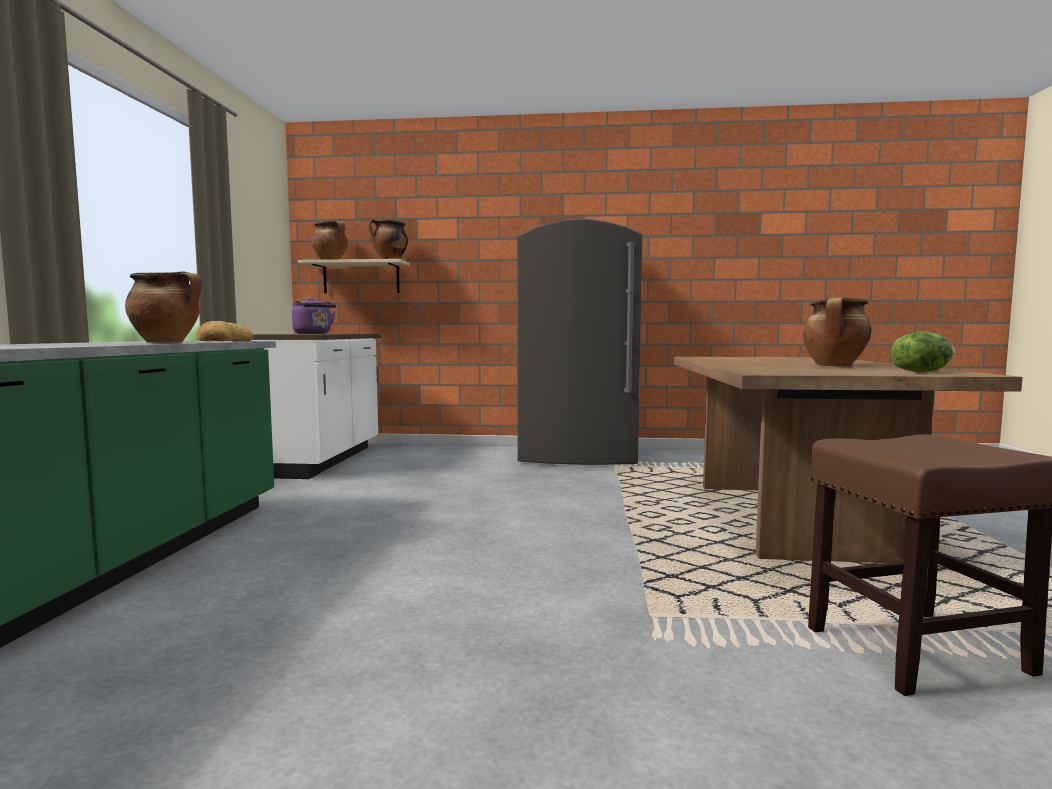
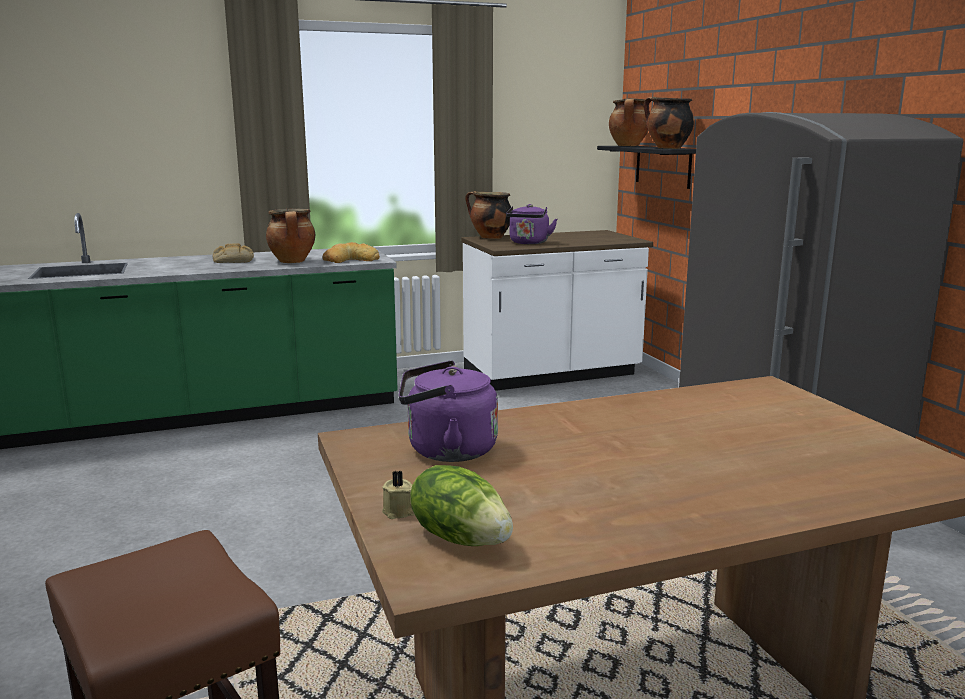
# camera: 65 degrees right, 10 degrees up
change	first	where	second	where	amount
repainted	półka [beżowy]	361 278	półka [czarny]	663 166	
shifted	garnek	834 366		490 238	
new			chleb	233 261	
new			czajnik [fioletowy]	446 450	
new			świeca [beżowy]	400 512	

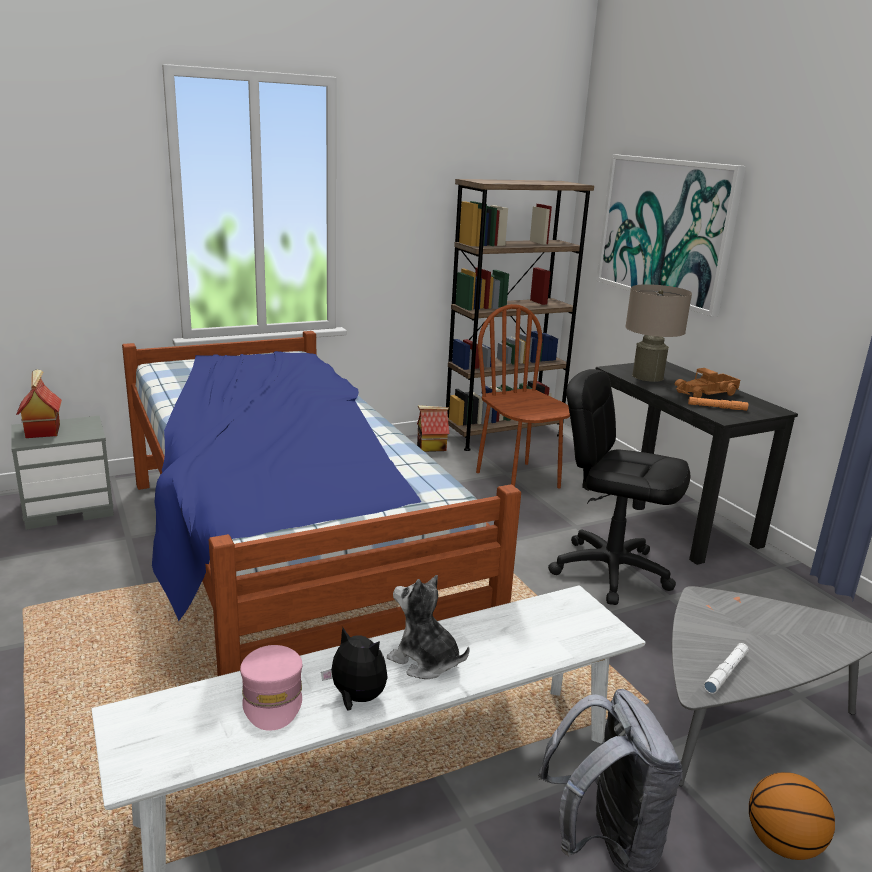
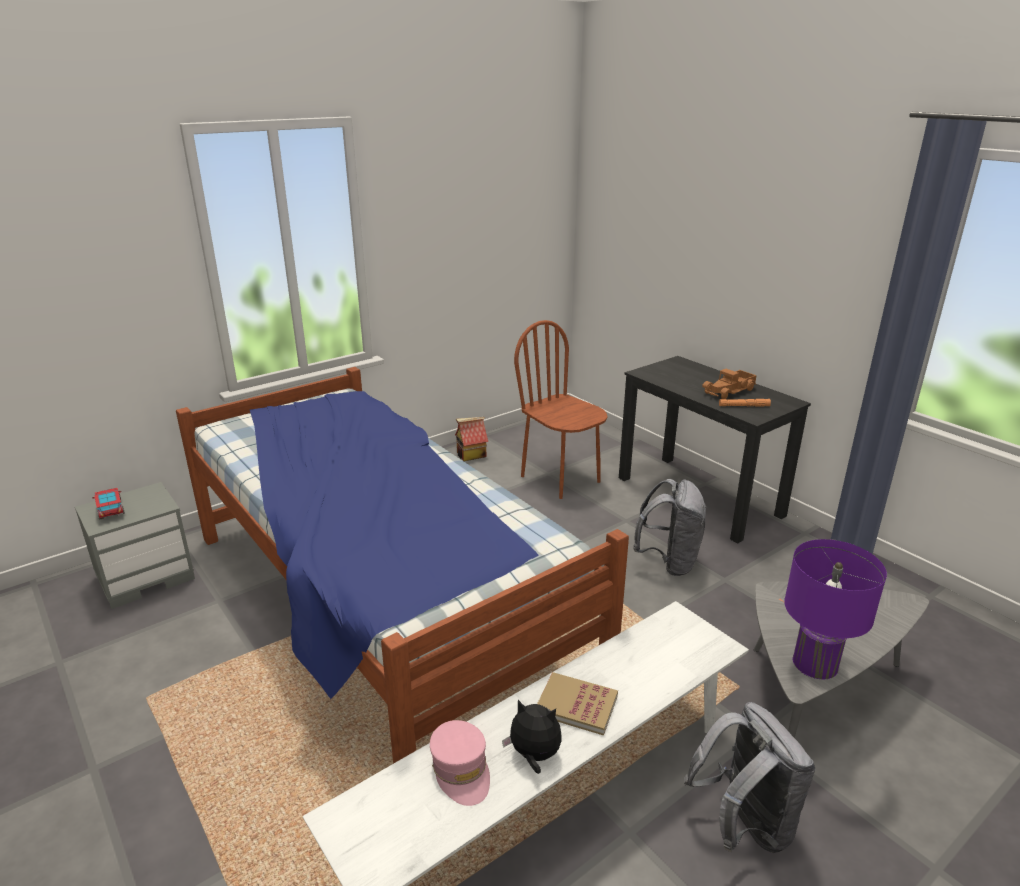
# camera: 10 degrees left, 5 degrees up
change	first	where	second	where	amount
gone	obraz	665 230			
gone	regał [brązowy]	503 434			
gone	lampa stołowa [beżowy]	647 376			
swapped	domek	42 430	samochodzik	110 509	
swapped	krzesło biurowe [czarny]	610 571	plecak [szary]	669 562	
swapped	pluszak	424 661	książka	576 705	
swapped	latarka [biały]	726 672	lampa stołowa [fioletowy]	815 663	
gone	piłka do koszykówki	783 844			

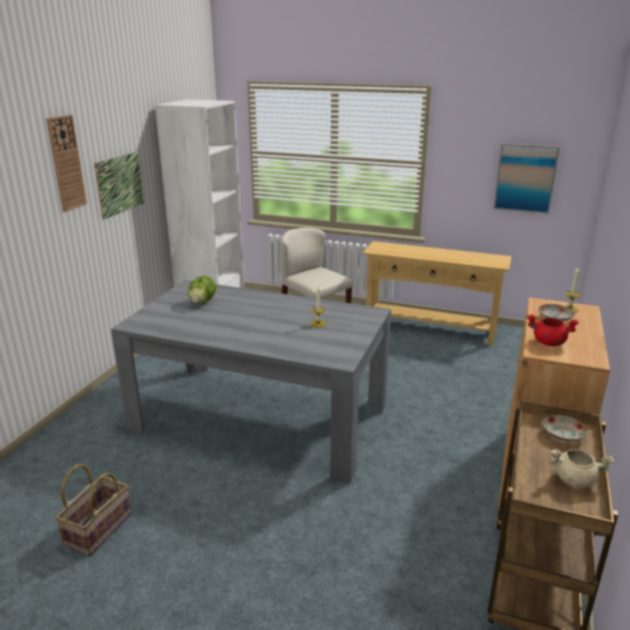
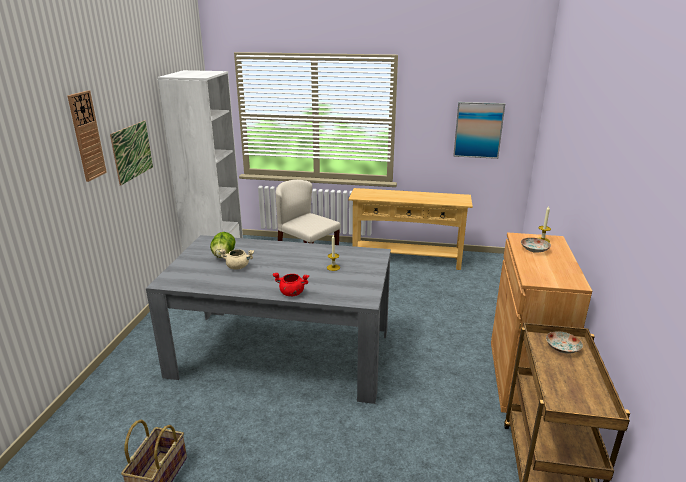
# camera: 10 degrees left, 0 degrees up
change	first	where	second	where	amount
shifted	garnek [czerwony]	548 343		291 293	
shifted	garnek [beżowy]	575 479		238 267	

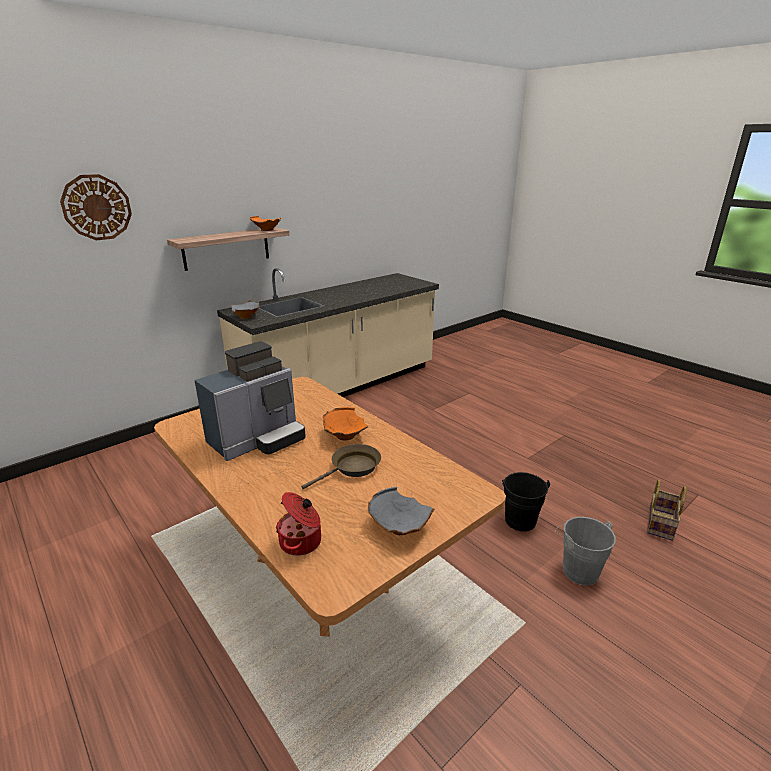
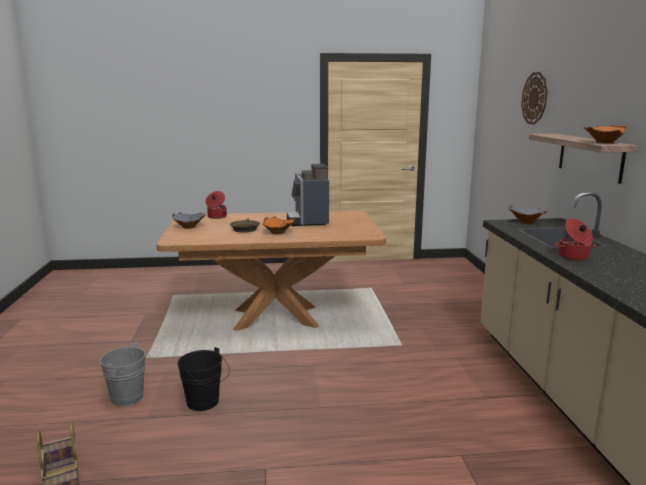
# camera: 125 degrees right, 10 degrees down
change	first	where	second	where	amount
new			garnek	574 257	

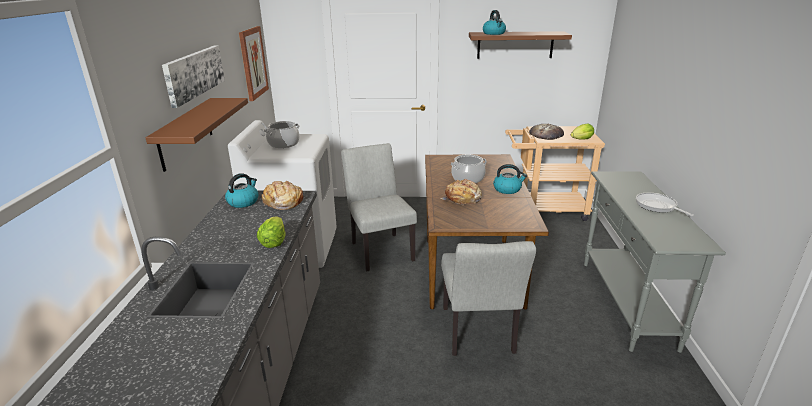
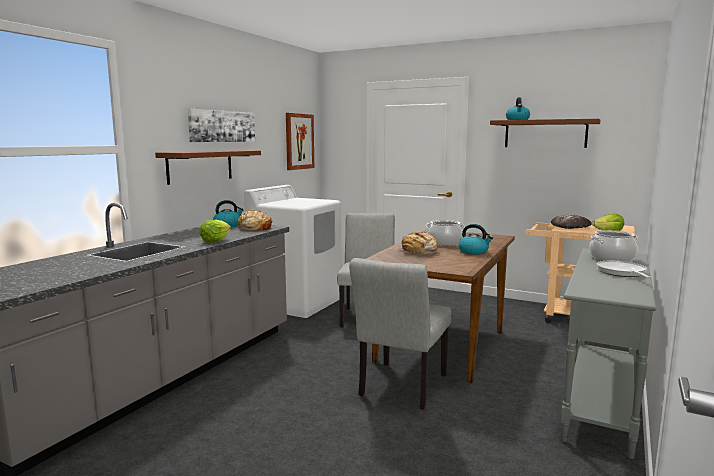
# camera: 25 degrees right, 15 degrees down
change	first	where	second	where	amount
shifted	garnek	283 144		611 258	

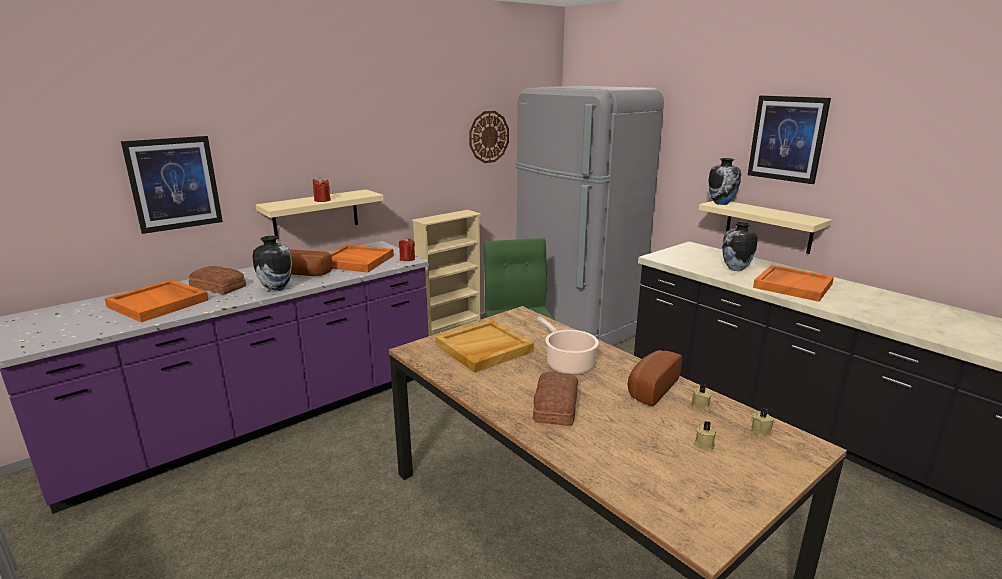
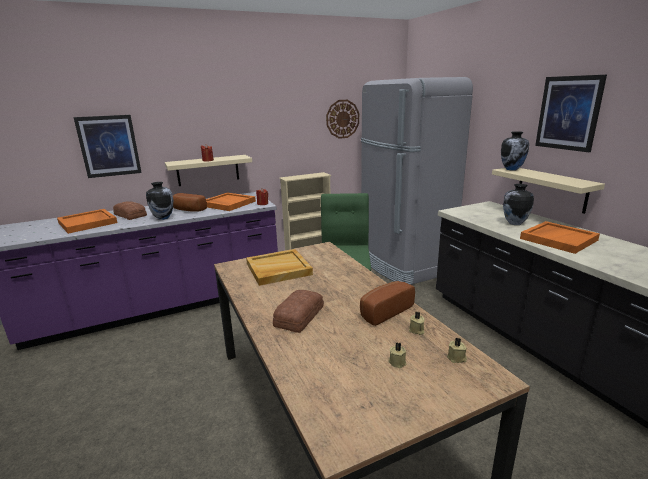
# camera: 15 degrees right, 0 degrees up
change	first	where	second	where	amount
gone	garnek	568 364			

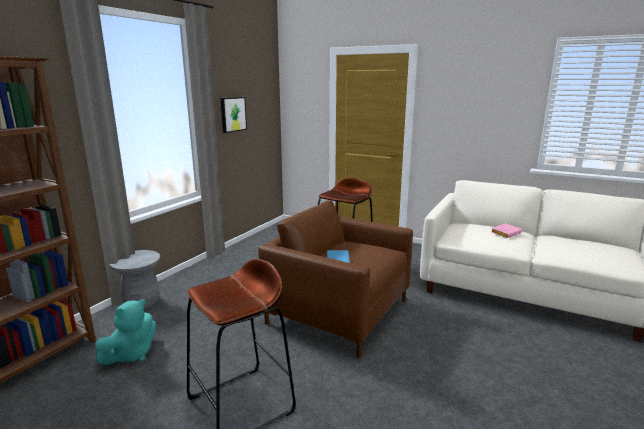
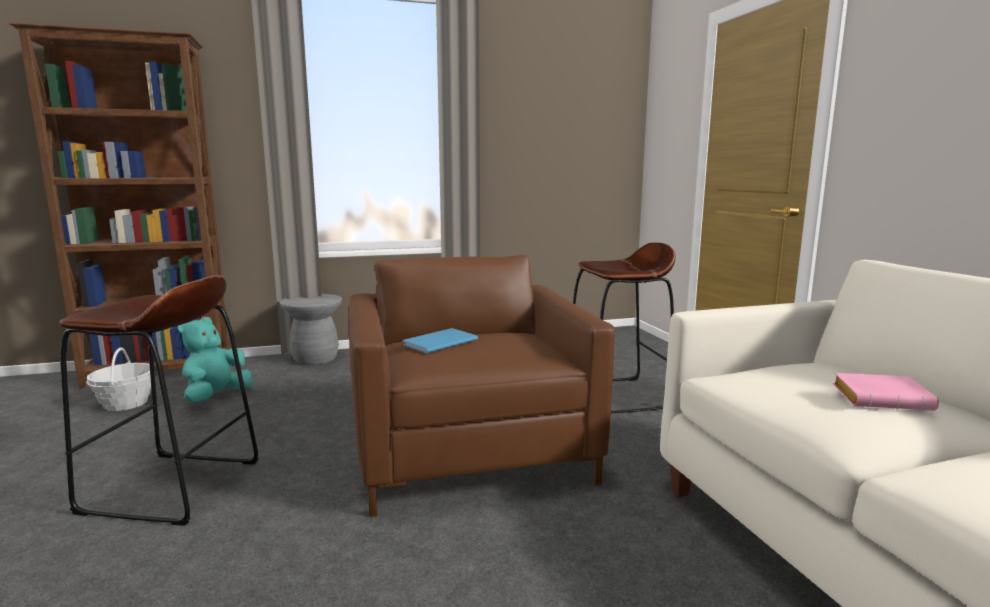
# camera: 45 degrees right, 5 degrees down
change	first	where	second	where	amount
gone	obraz	232 114			
rotated	pluszak [turkusowy]	131 354		216 397	120 degrees clockwise
new			koszyk	126 403	

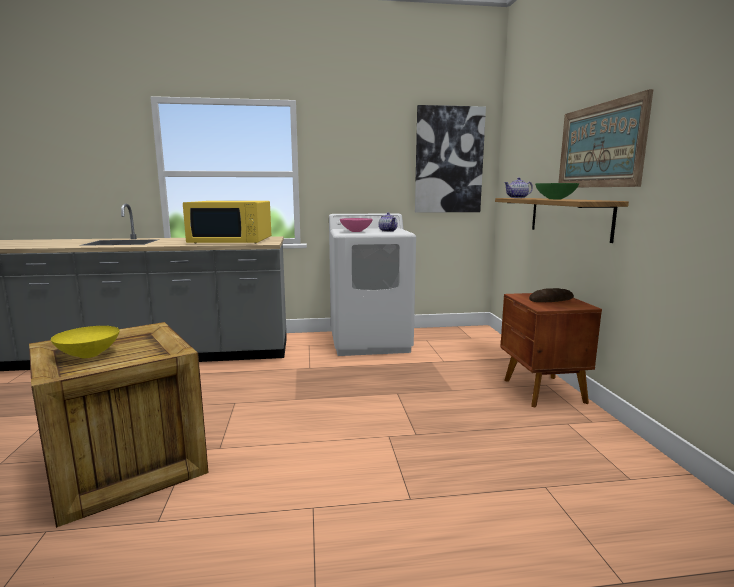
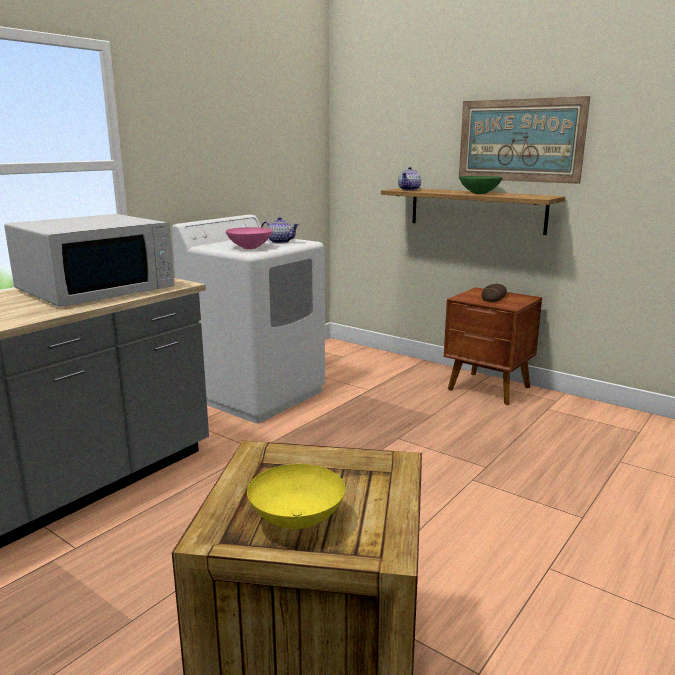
# camera: 45 degrees left, 5 degrees up
change	first	where	second	where	amount
gone	obraz	448 160			
repainted	mikrofalówka [żółty]	232 240	mikrofalówka [biały]	97 289	

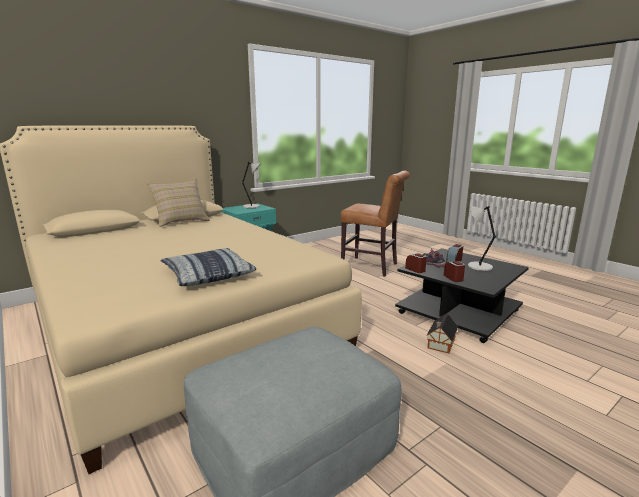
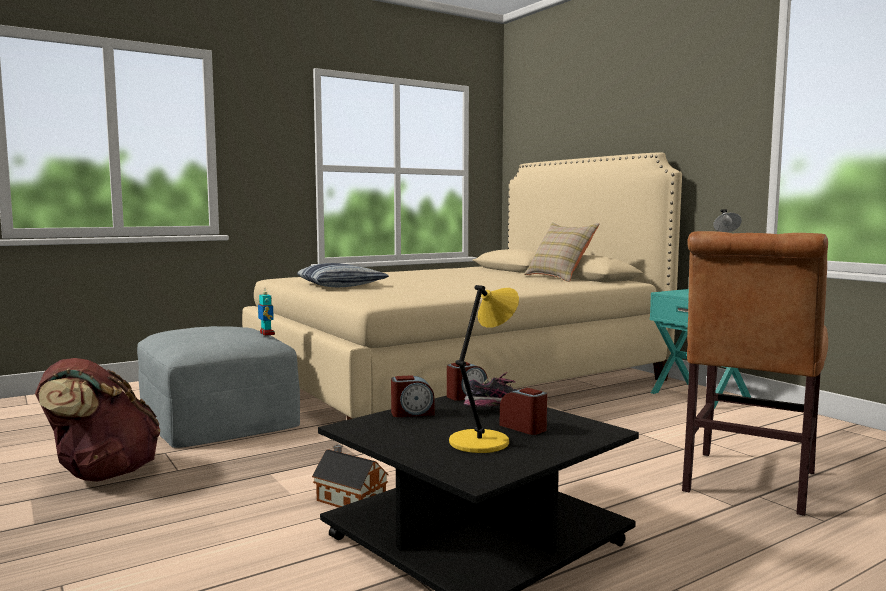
# camera: 95 degrees right, 10 degrees down
change	first	where	second	where	amount
repainted	lampa stołowa [szary]	478 266	lampa stołowa [żółty]	481 441	
new			robot zabawkowy	266 334	
new			plecak [brązowy]	102 474	

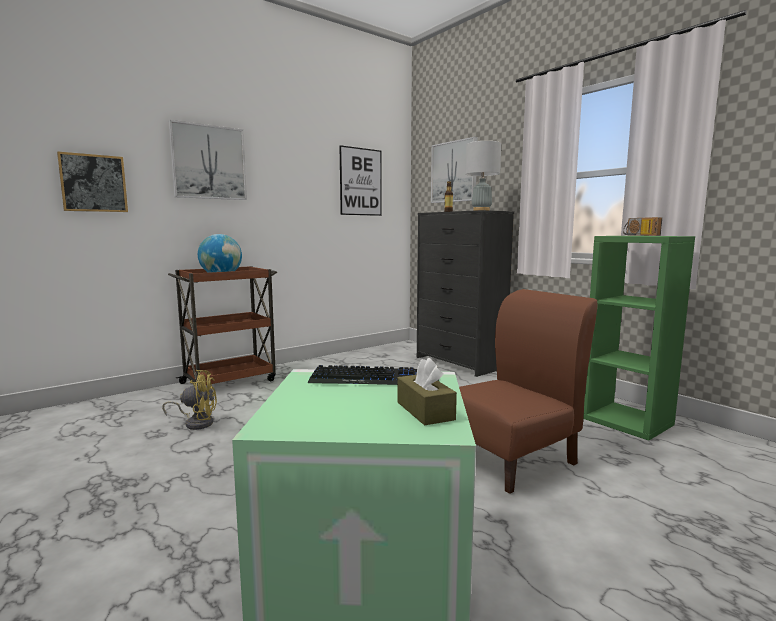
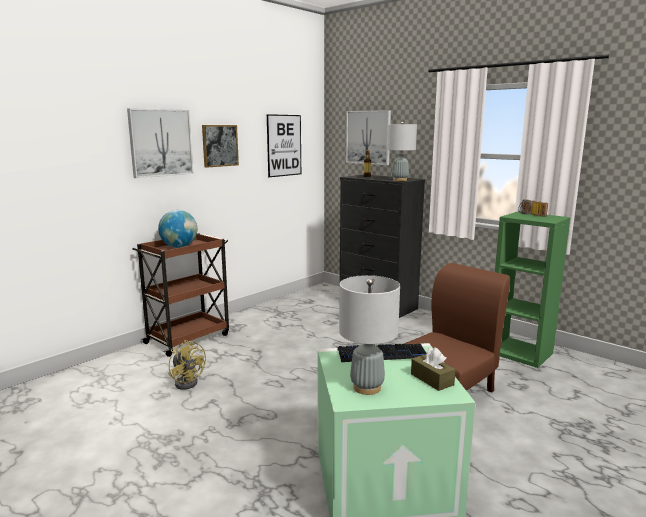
# camera: 10 degrees left, 5 degrees up
change	first	where	second	where	amount
shifted	obraz	93 183		220 145	
rotated	wentylator [żółty]	196 423		188 381	60 degrees clockwise
new			lampa stołowa [szary]	367 388	

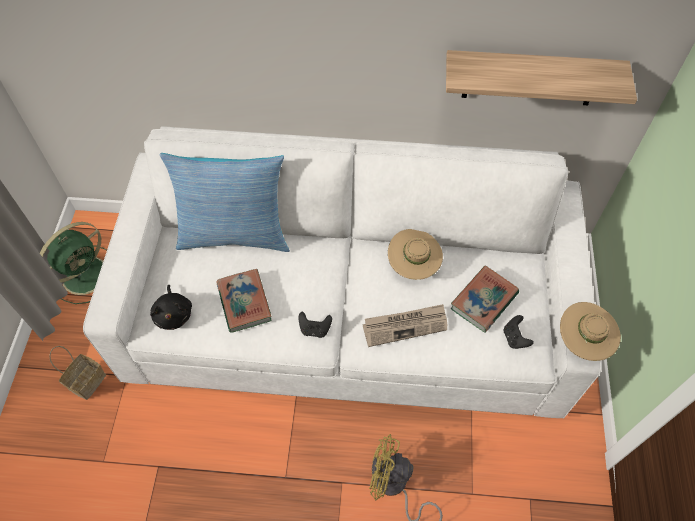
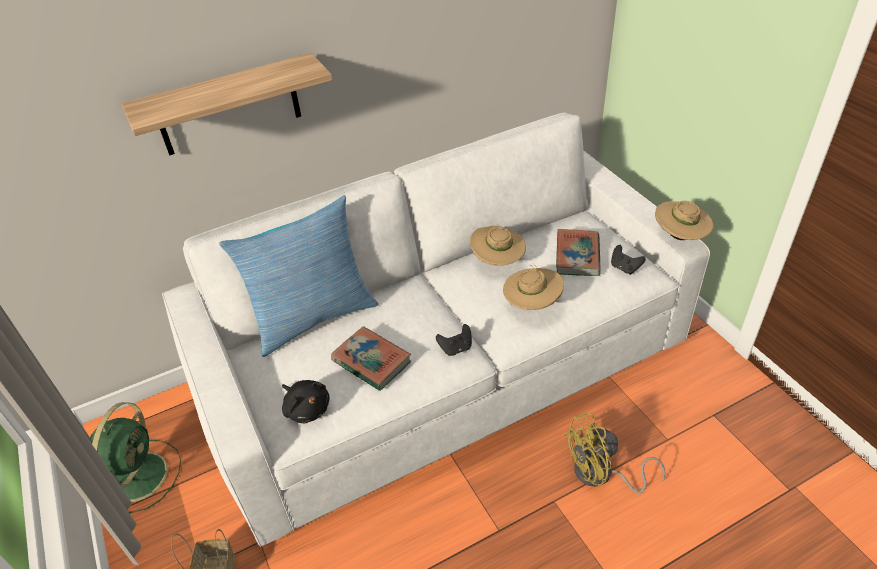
# camera: 30 degrees left, 15 degrees down
change	first	where	second	where	amount
shifted	półka	530 78		228 106	
swapped	gazeta	405 325	kapelusz [beżowy]	532 304	

